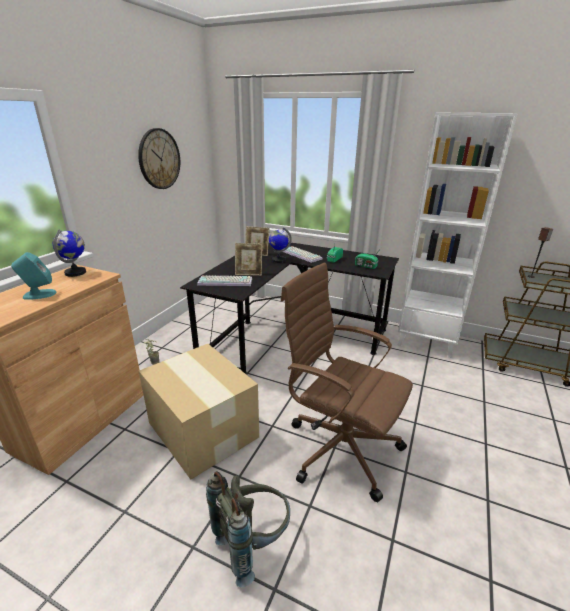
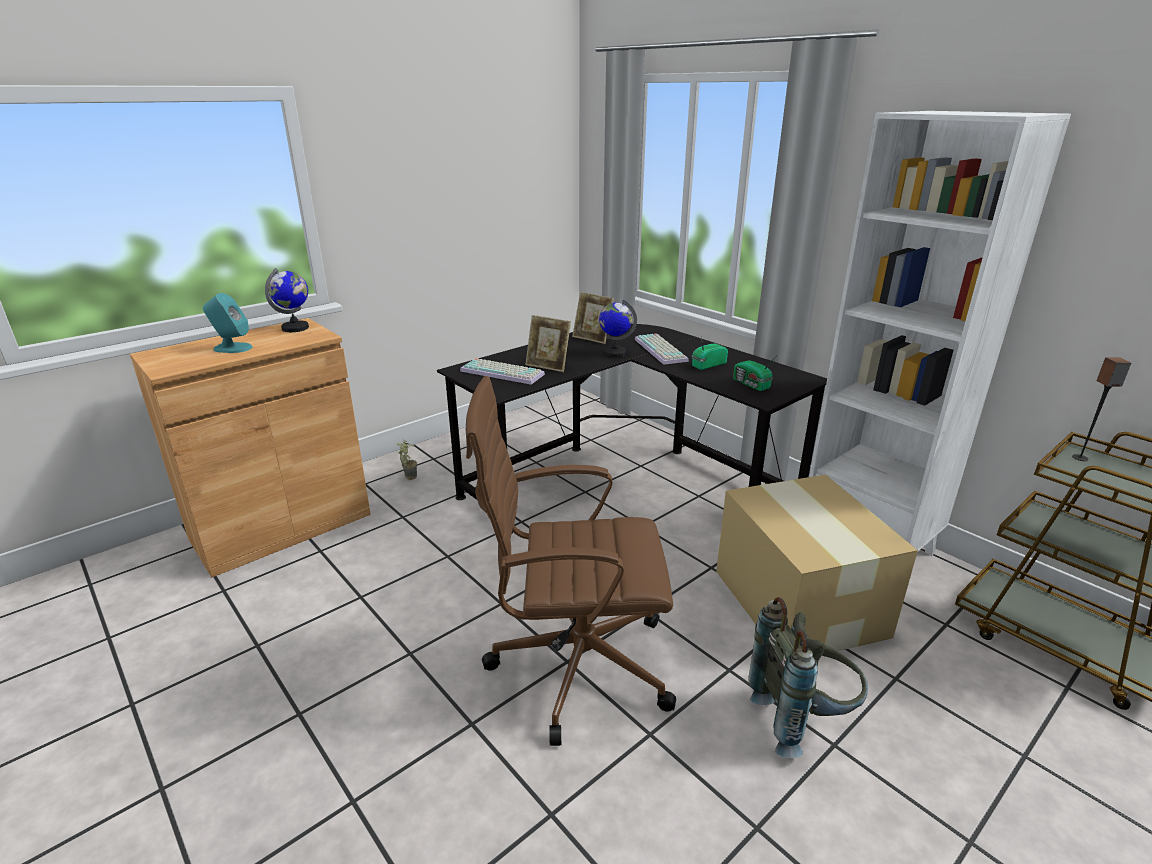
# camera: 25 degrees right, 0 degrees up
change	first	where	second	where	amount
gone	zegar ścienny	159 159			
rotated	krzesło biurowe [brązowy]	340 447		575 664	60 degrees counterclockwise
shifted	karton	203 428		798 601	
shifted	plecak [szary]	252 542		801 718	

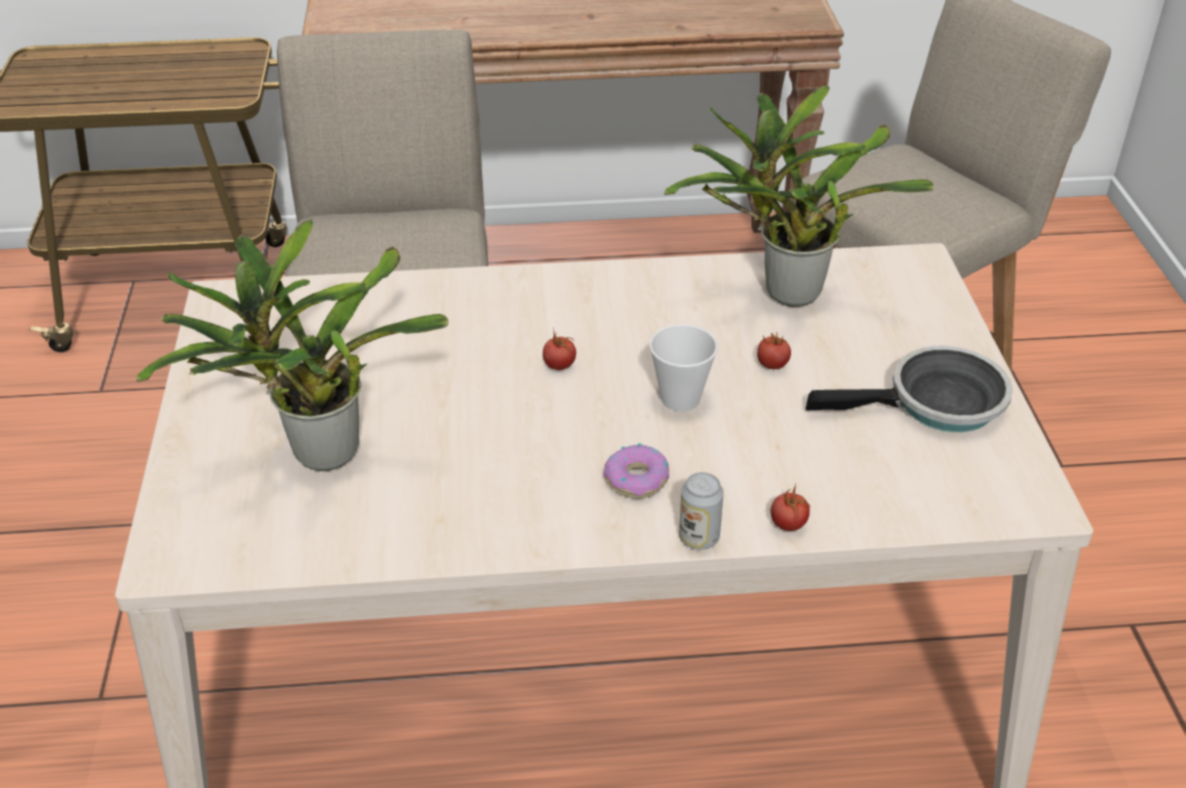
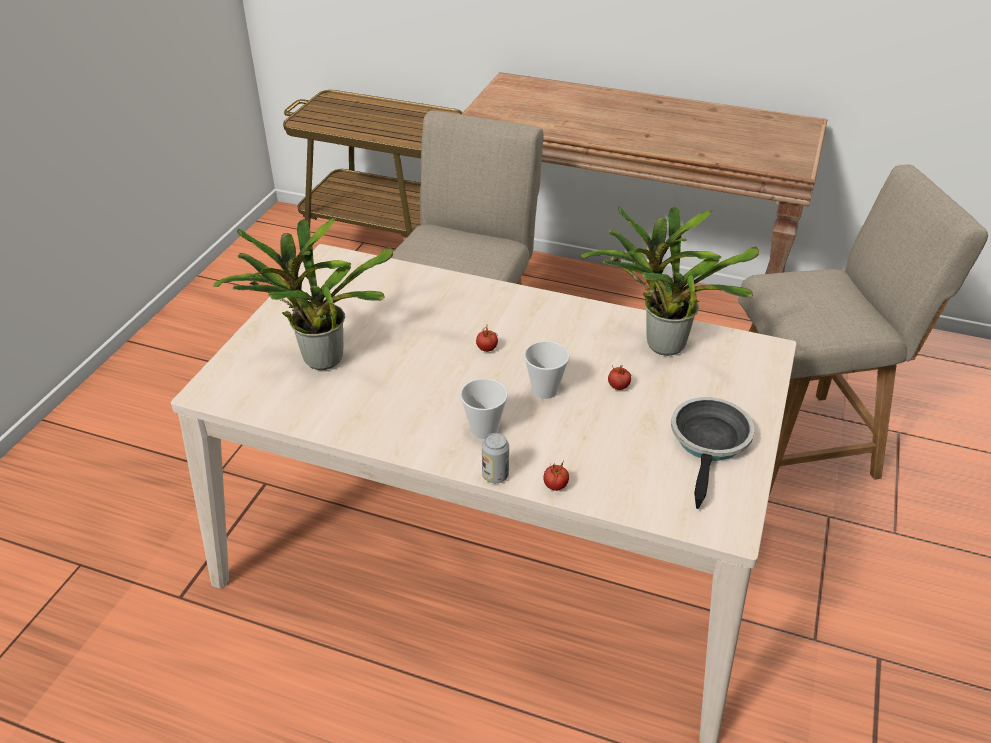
# camera: 25 degrees right, 0 degrees up
change	first	where	second	where	amount
rotated	patelnia	936 404		709 443	90 degrees counterclockwise
swapped	donut	637 479	filiżanka	484 429	

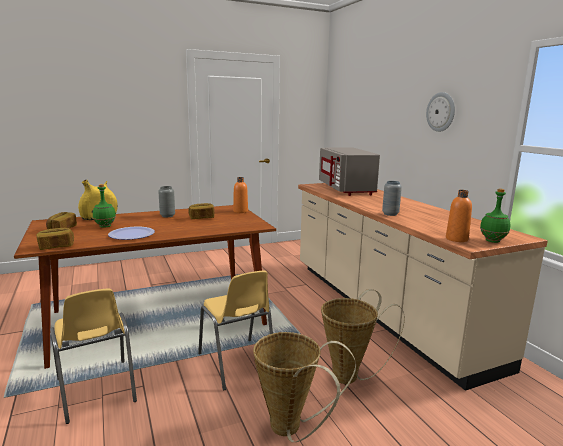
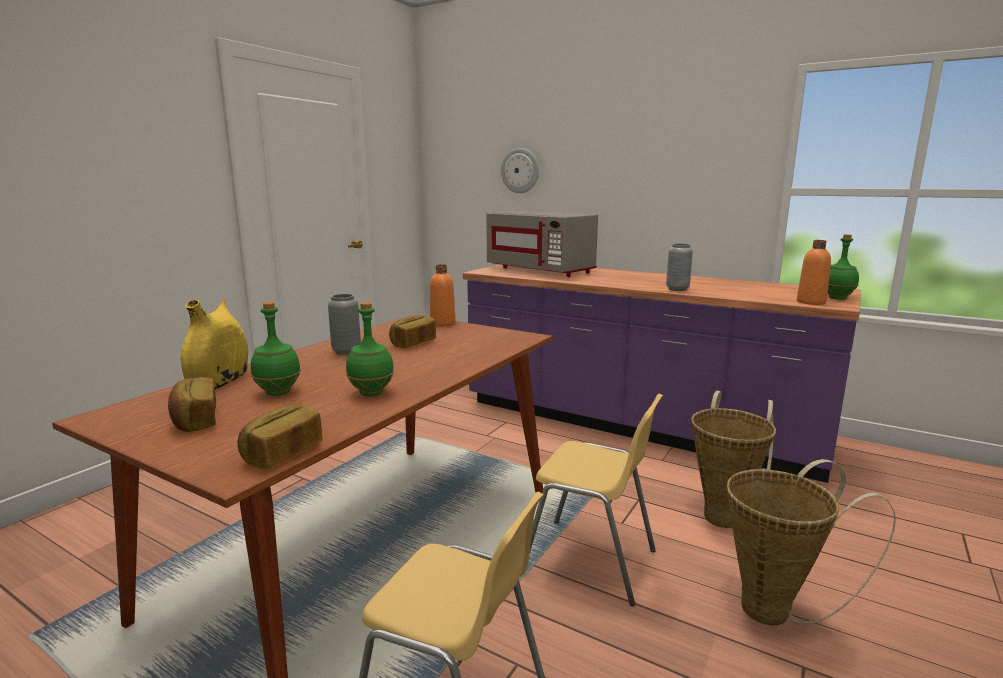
# camera: 35 degrees left, 0 degrees up
change	first	where	second	where	amount
shifted	zegar ścienny	441 112		520 170	
repainted	zabudowa kuchenna [beżowy]	382 310	zabudowa kuchenna [fioletowy]	635 426	
swapped	talerz	132 234	butelka [zielony]	372 393	

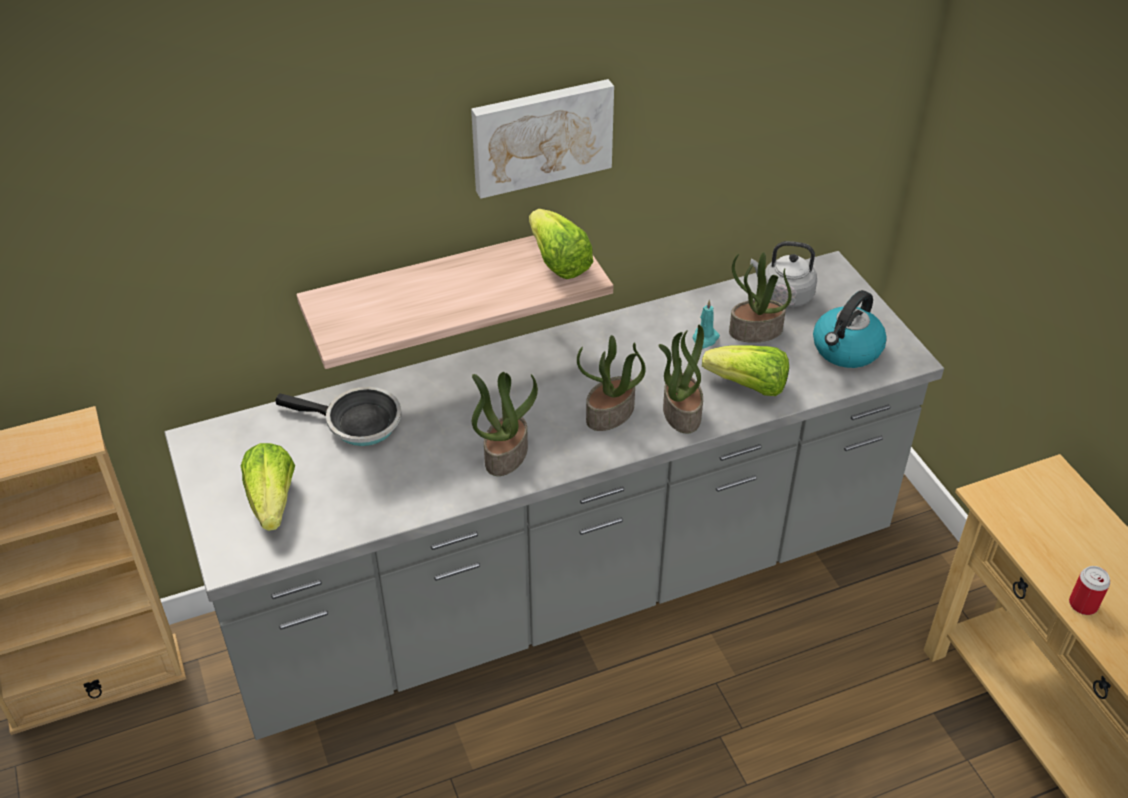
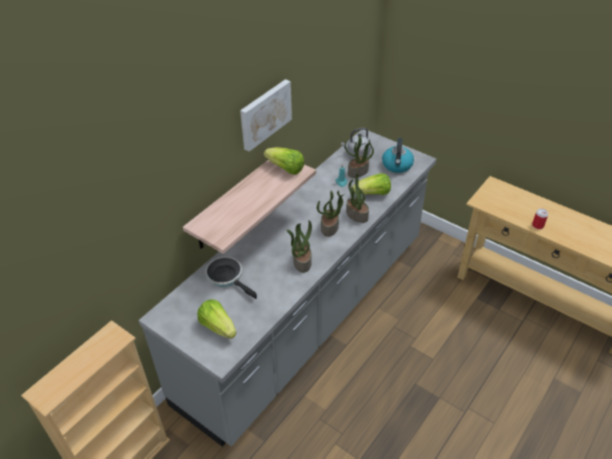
# camera: 30 degrees left, 0 degrees up
change	first	where	second	where	amount
rotated	patelnia	357 423		227 277	120 degrees counterclockwise

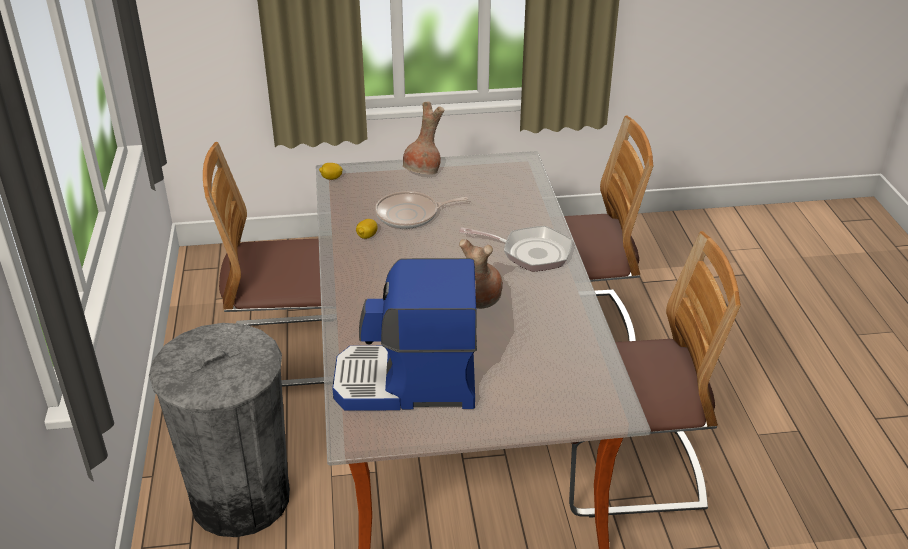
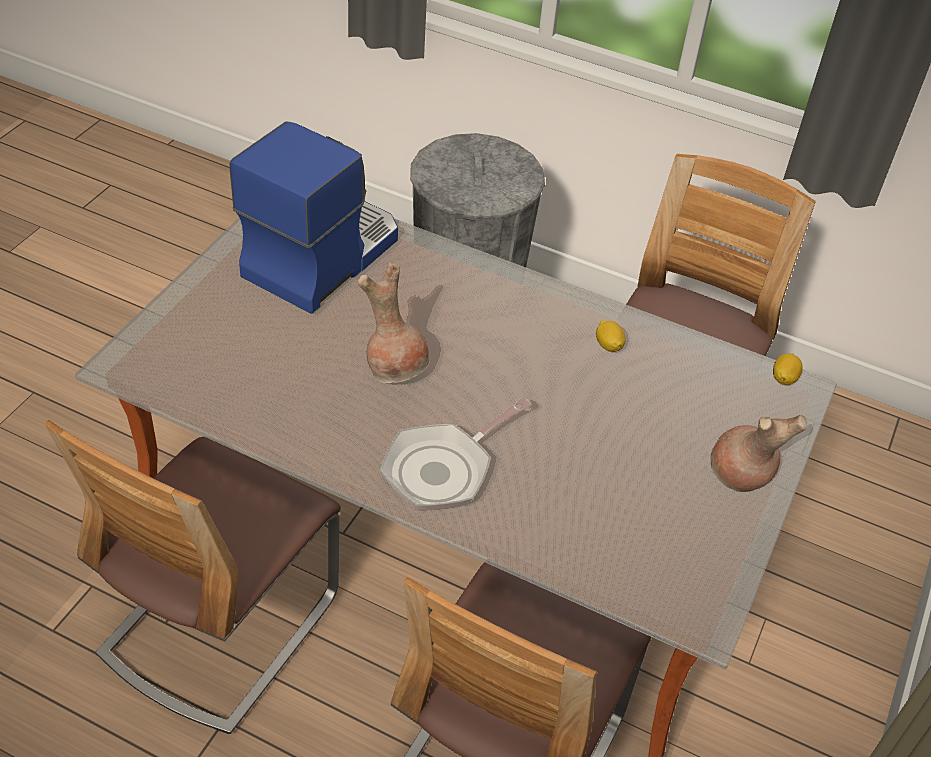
# camera: 120 degrees right, 10 degrees up
change	first	where	second	where	amount
gone	patelnia	410 215			

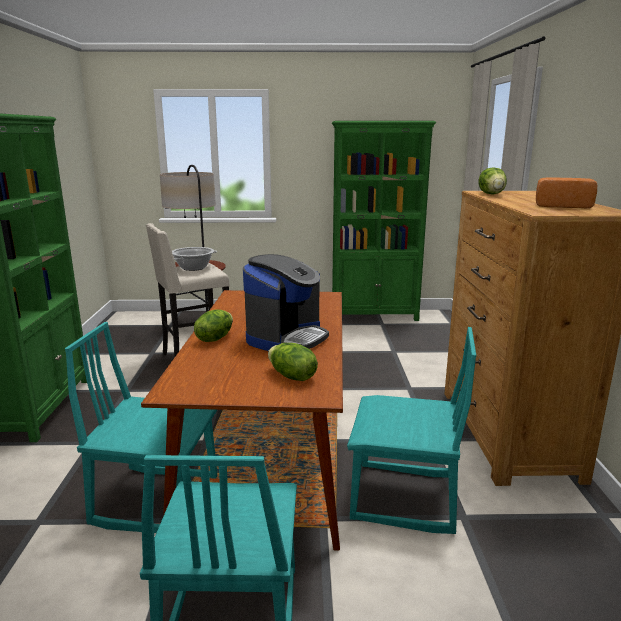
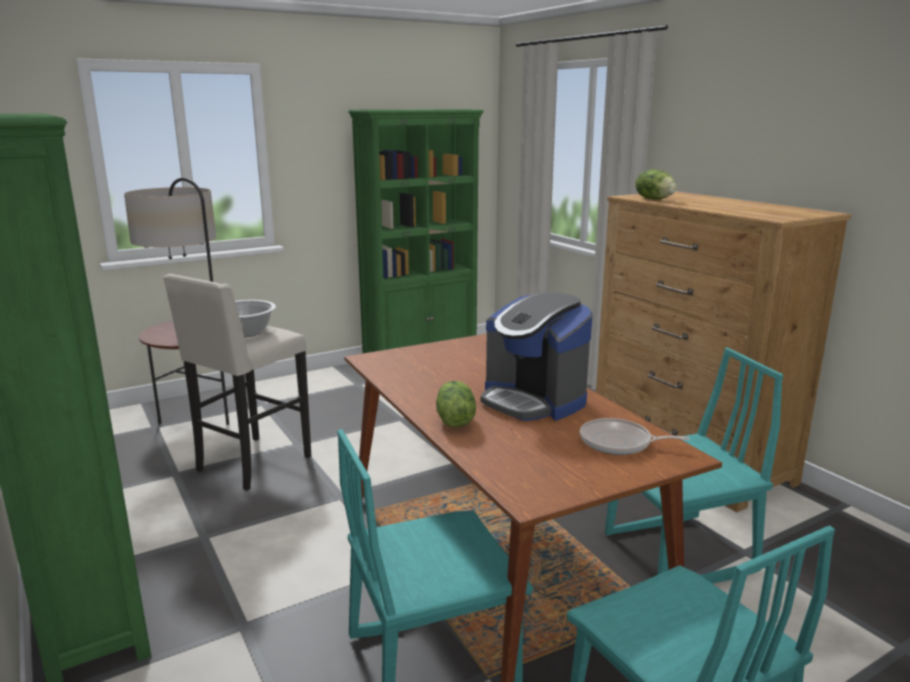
# camera: 30 degrees left, 0 degrees up
change	first	where	second	where	amount
gone	chleb	562 206			
rotated	ekspres do kawy	286 338		533 401	135 degrees clockwise
swapped	sałata	291 376	patelnia	619 443	

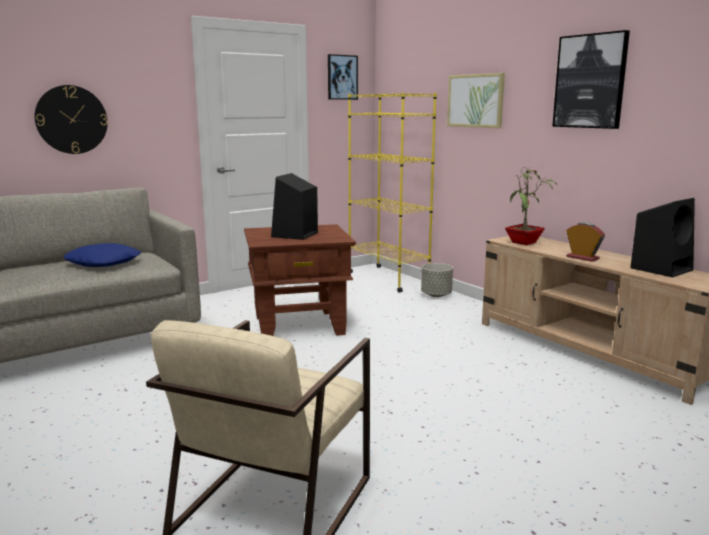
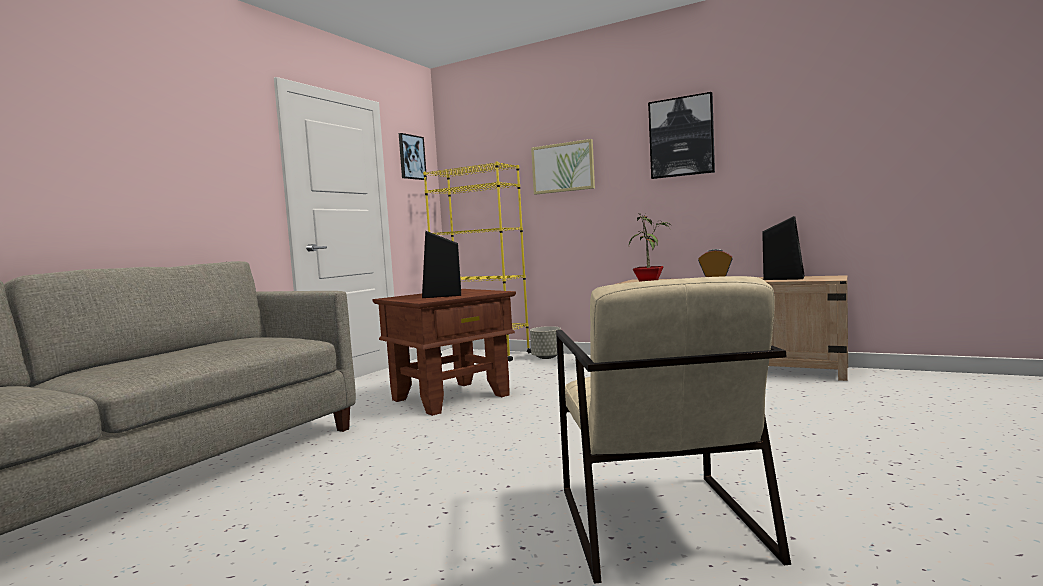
# camera: 25 degrees left, 10 degrees down
change	first	where	second	where	amount
gone	zegar ścienny	71 119			
gone	poduszka [niebieski]	104 263			

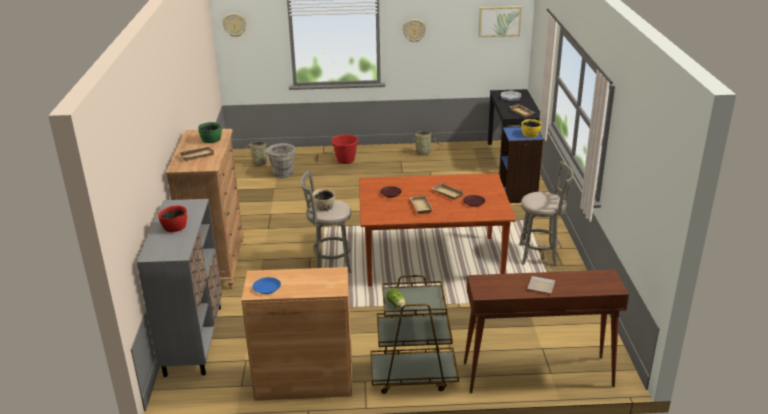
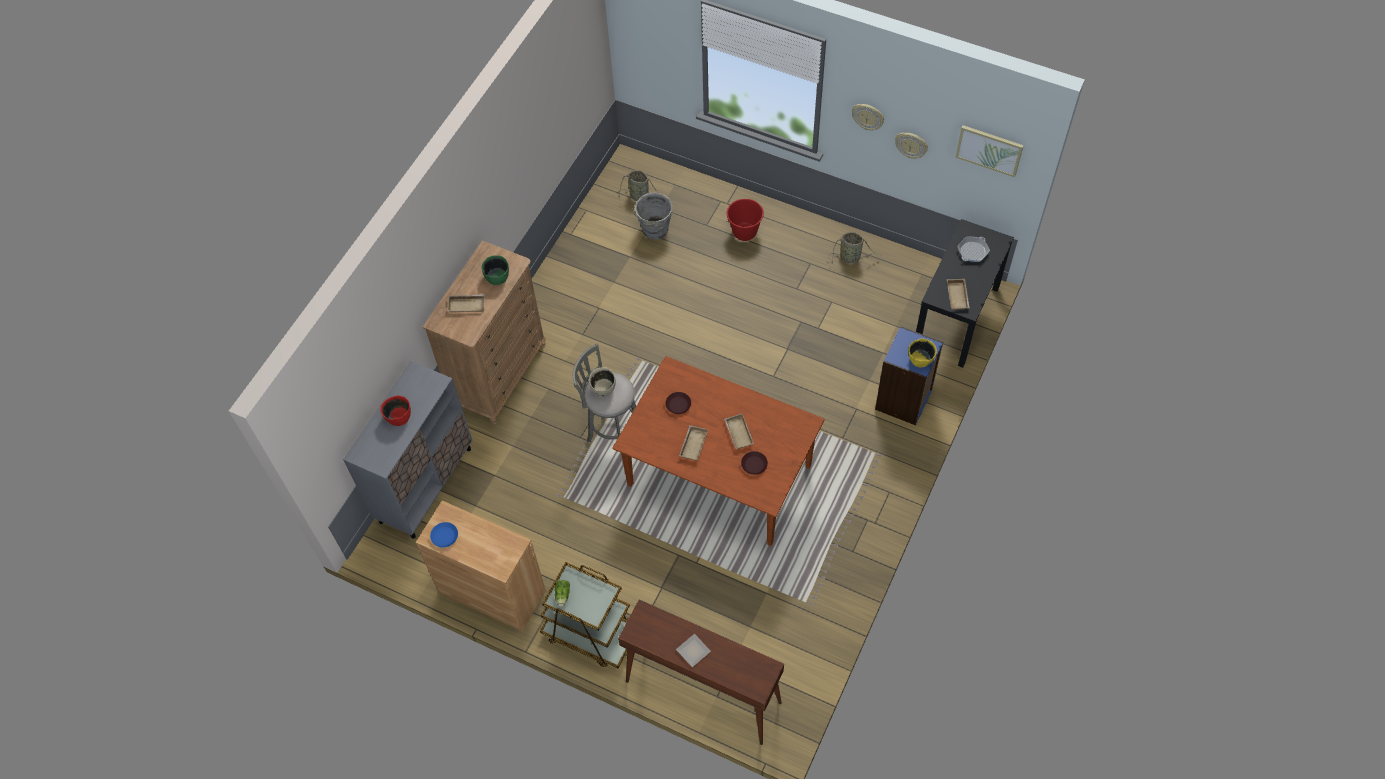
# camera: 30 degrees right, 30 degrees up
change	first	where	second	where	amount
shifted	zegar ścienny	234 24		911 145	
gone	stołek [szary]	540 255			

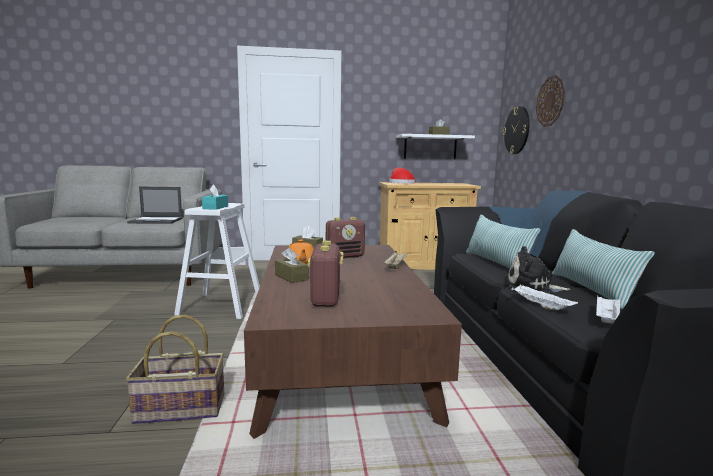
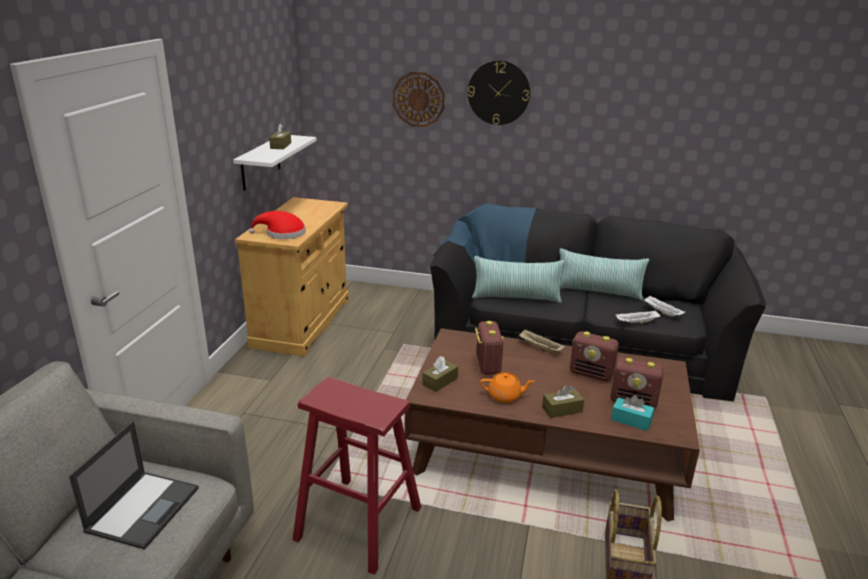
# camera: 70 degrees left, 15 degrees up
change	first	where	second	where	amount
shifted	zegar ścienny	517 130		498 92	
shifted	pudełko chusteczek [turkusowy]	215 207		631 420	
repainted	stołek [biały]	221 305	stołek [czerwony]	358 523	
gone	pluszak	532 287			
new			radio	591 374	

